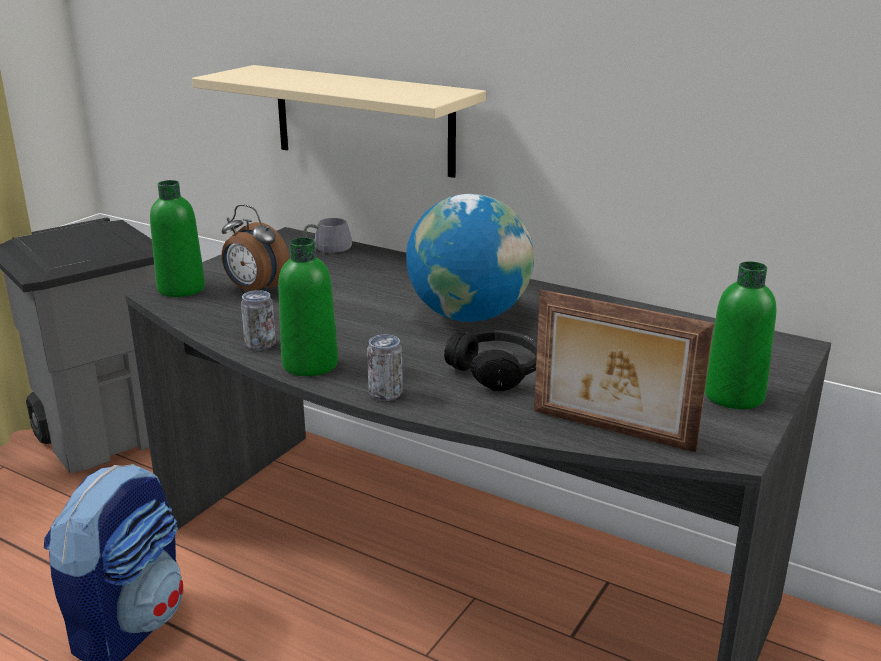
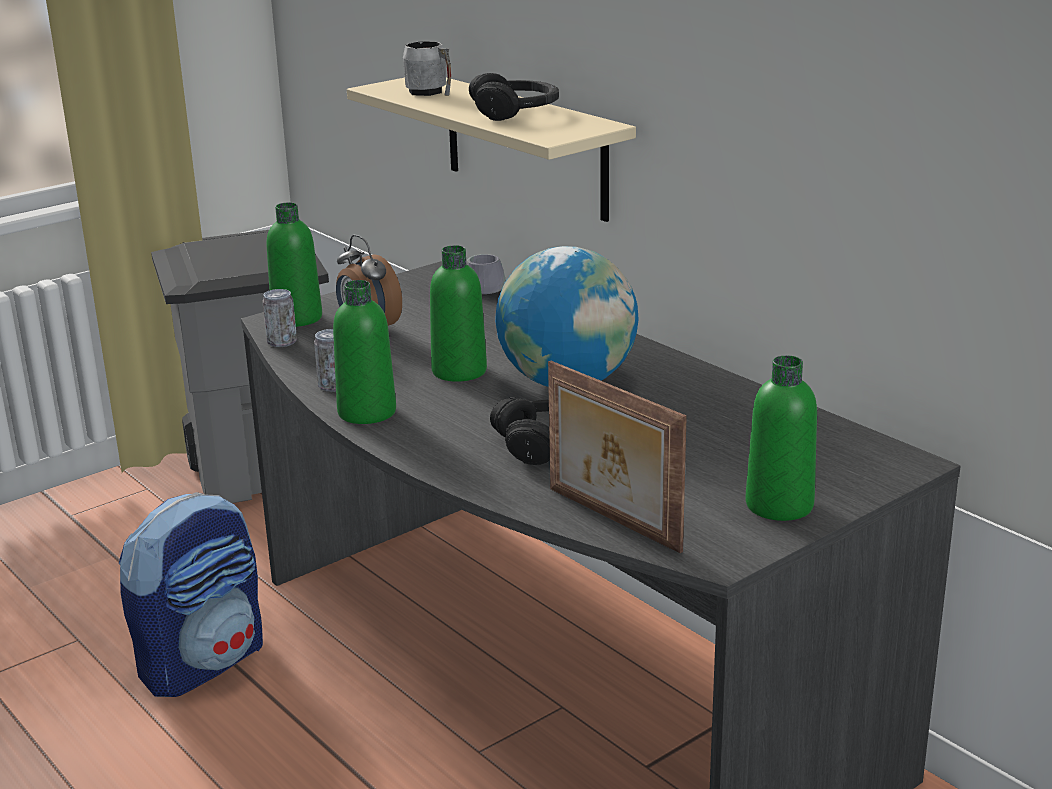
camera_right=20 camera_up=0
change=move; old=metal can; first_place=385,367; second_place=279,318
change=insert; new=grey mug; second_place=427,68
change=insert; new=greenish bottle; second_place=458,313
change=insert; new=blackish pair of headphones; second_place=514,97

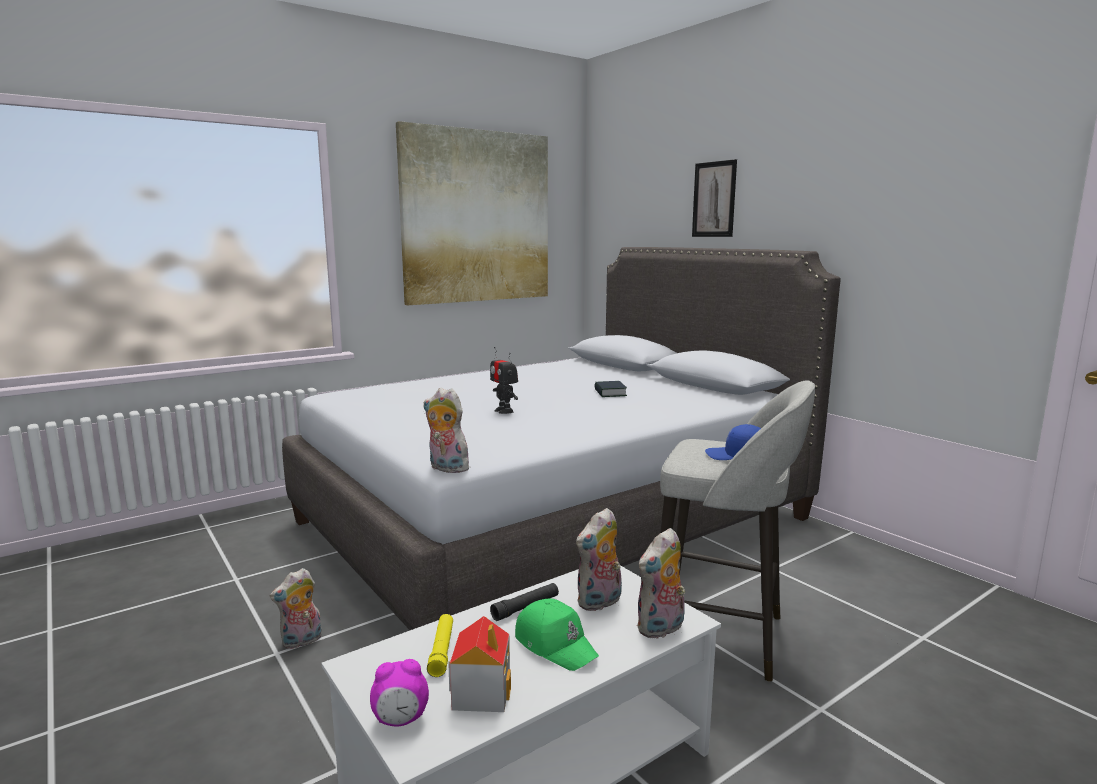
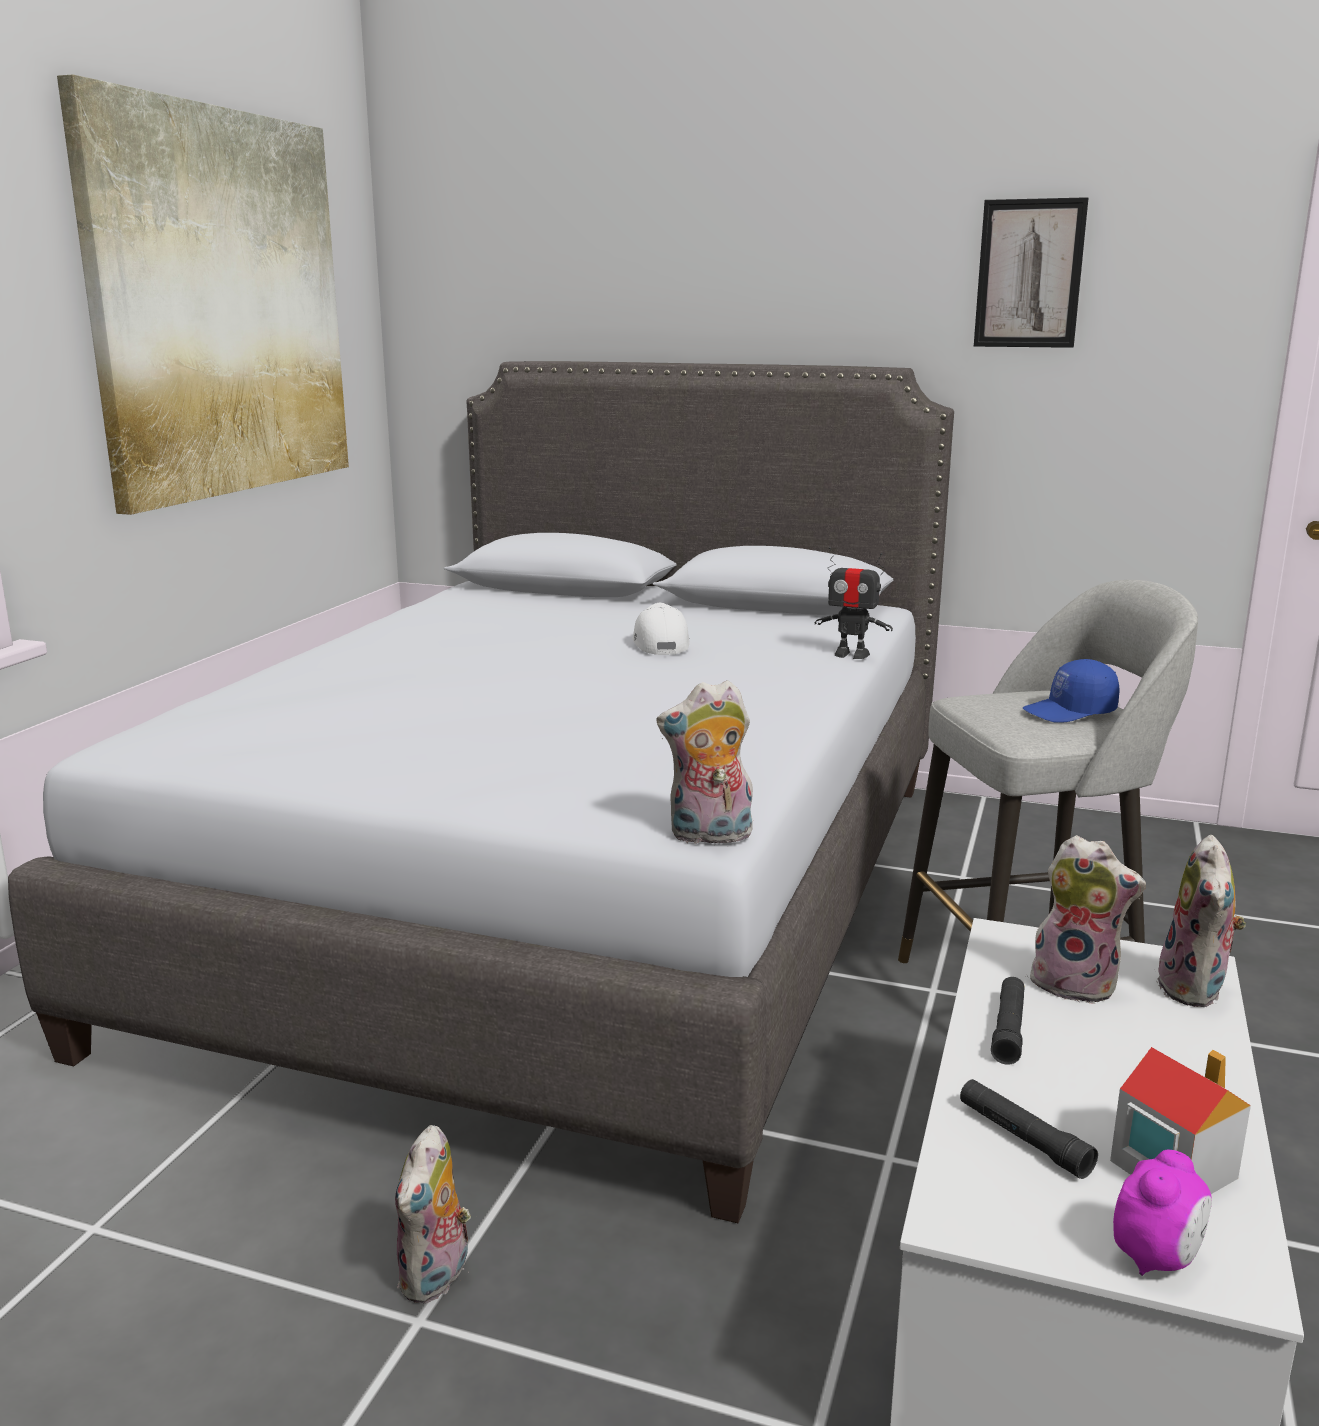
camera_right=-35 camera_up=5
change=replace; old=volume; new=white-coloured baseball cap; first_place=611,389; second_place=661,629
change=move; old=model robot; first_place=504,380; second_place=854,603
change=recolor; old=yellow-coloured flashlight; new=blackish flashlight; first_place=440,645; second_place=1029,1129
change=move; old=picture; first_place=714,198; second_place=1031,272
change=rotate; old=cuddly toy; first_place=599,560; second_place=1086,919; degrees=-75
change=delete; old=greenish baseball cap; first_place=557,635

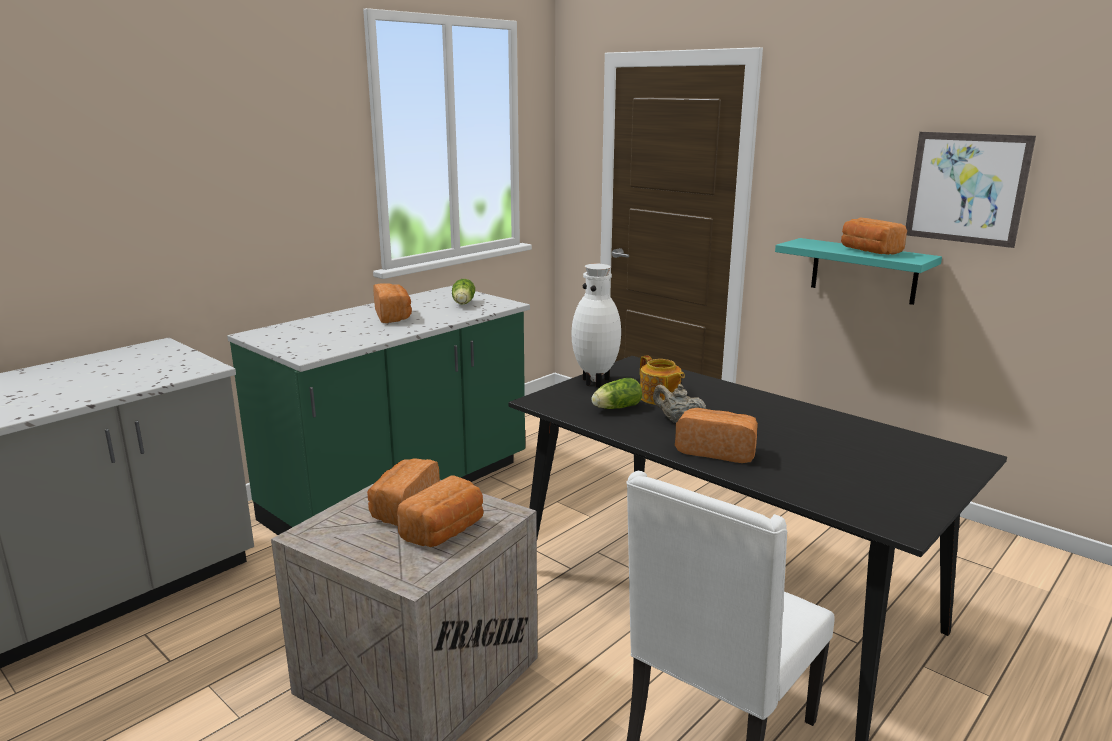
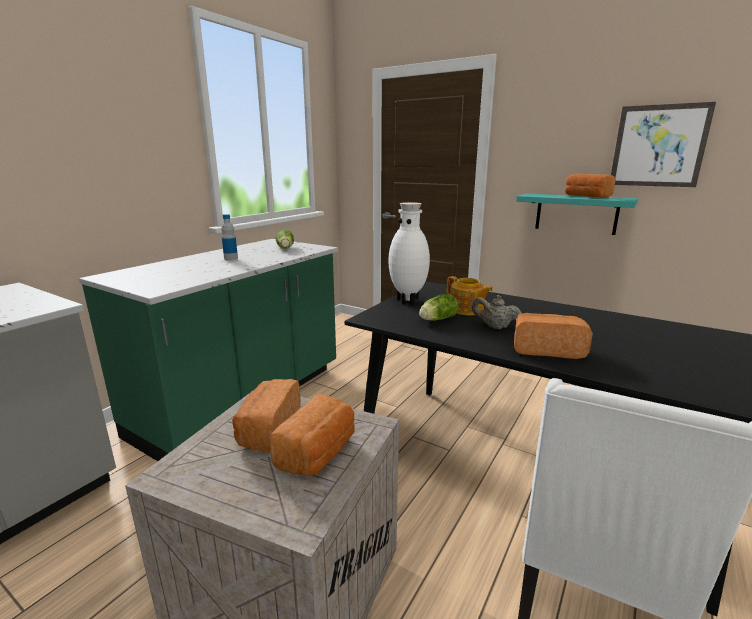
camera_right=-10 camera_up=0
change=replace; old=baked bread; new=bottle; first_place=392,303; second_place=229,237

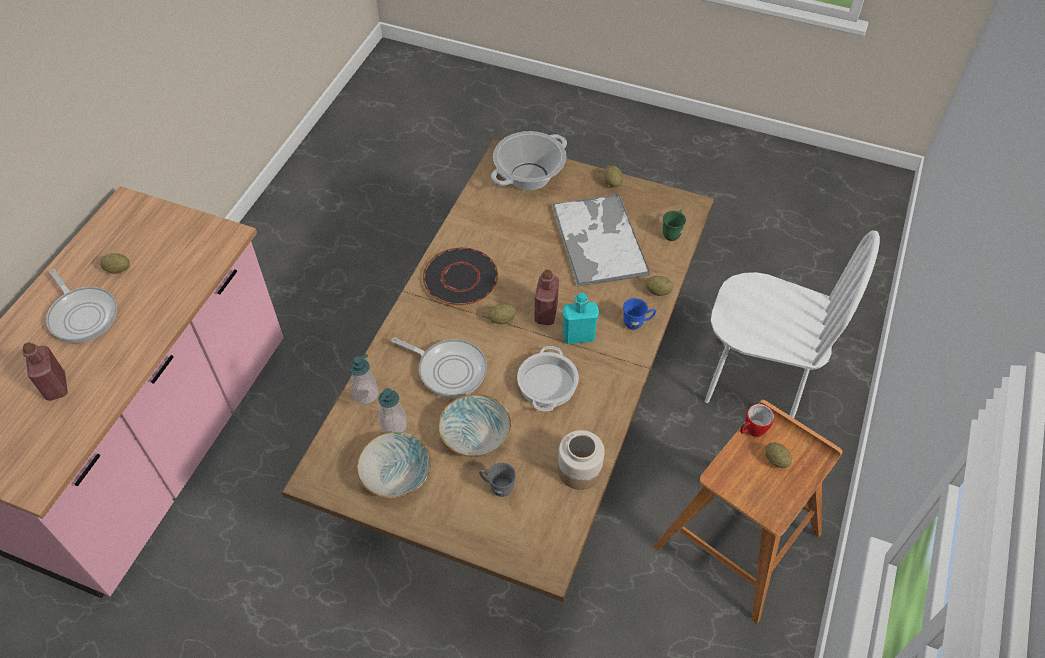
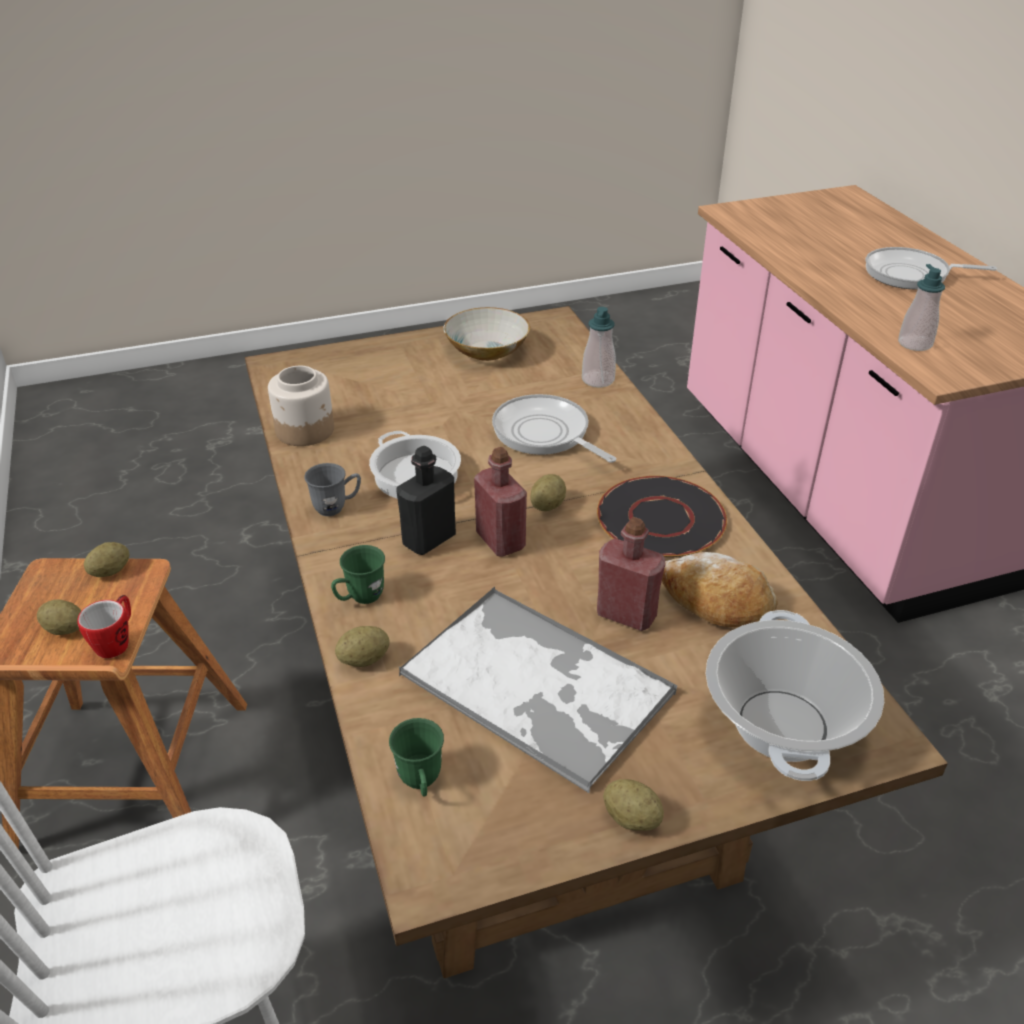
camera_right=140 camera_up=-15
change=move; old=potato; first_place=115,263; second_place=107,559
change=move; old=grey mug; first_place=497,480; second_place=332,489
change=recolor; old=blue mug; new=greenish mug; first_place=639,314; second_place=358,574
change=recolor; old=turquoise bottle; new=blackish bottle; first_place=581,318; second_place=426,500
change=rotate; old=frying pan; first_place=439,367; second_place=554,428; degrees=60
change=move; old=reddish bottle; first_place=45,371; second_place=631,574
change=insert; new=baked bread; second_place=720,590
change=move; old=liquid soap bottle; first_place=392,410; second_place=921,307
change=delete; old=serving bowl; first_place=475,425

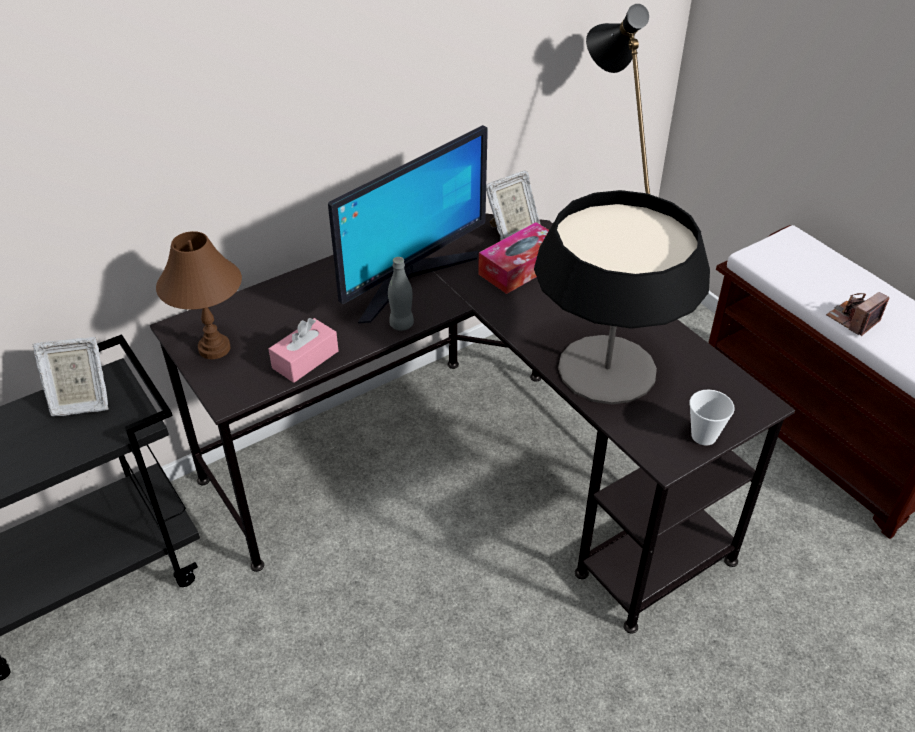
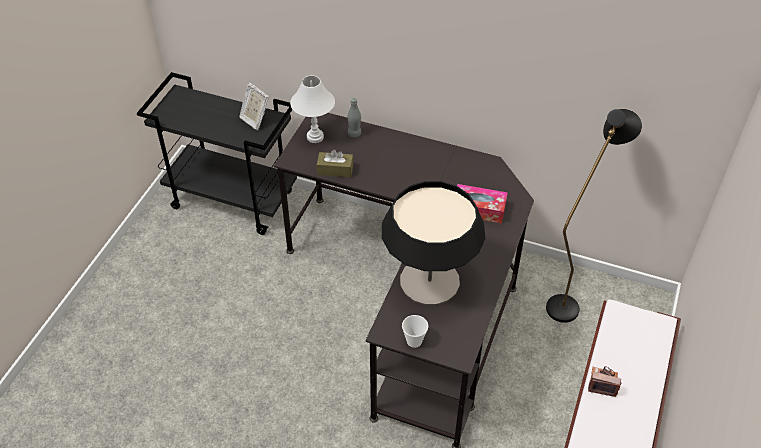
camera_right=55 camera_up=5
change=recolor; old=brownish table lamp; new=white-coloured table lamp; first_place=199,295; second_place=312,109
change=recolor; old=pinkish tissue holder; new=brownish tissue holder; first_place=304,350; second_place=335,163
change=move; old=grey bottle; first_place=401,294; second_place=354,118
change=delete; old=computer display; first_place=408,224
change=delete; old=standing frame; first_place=513,205

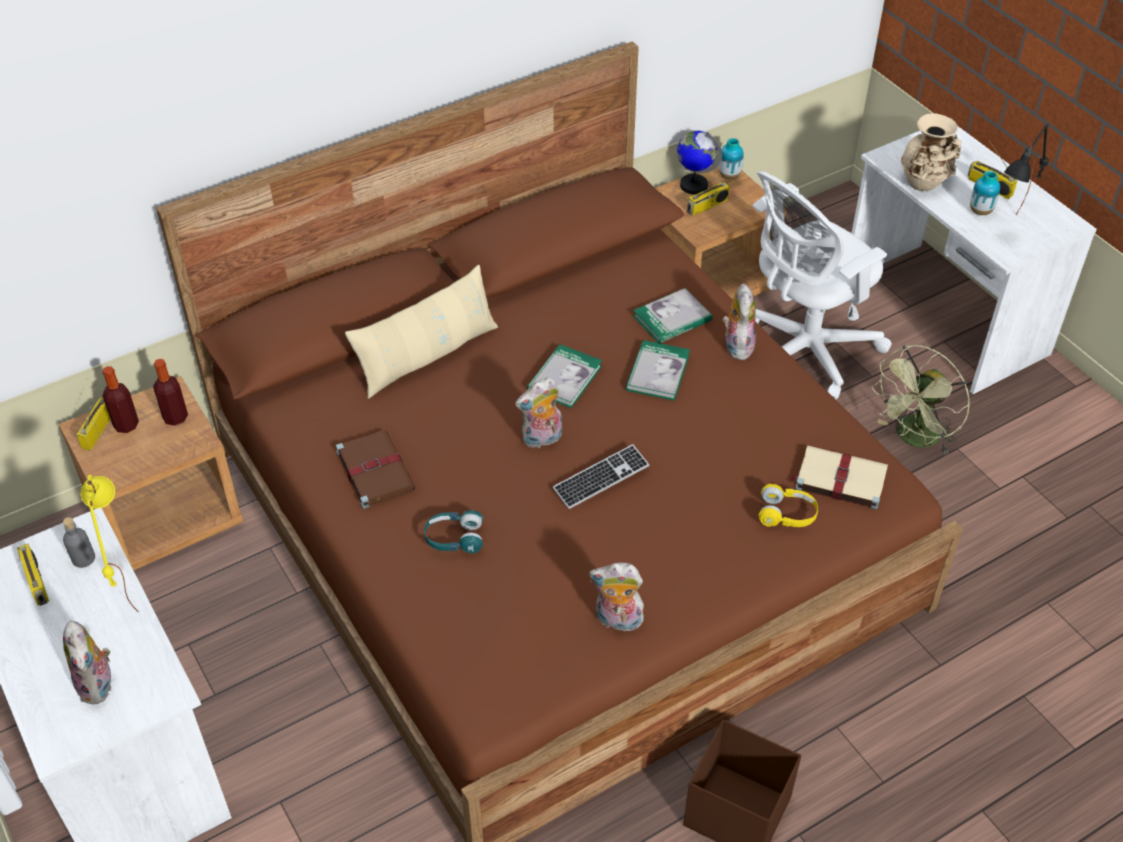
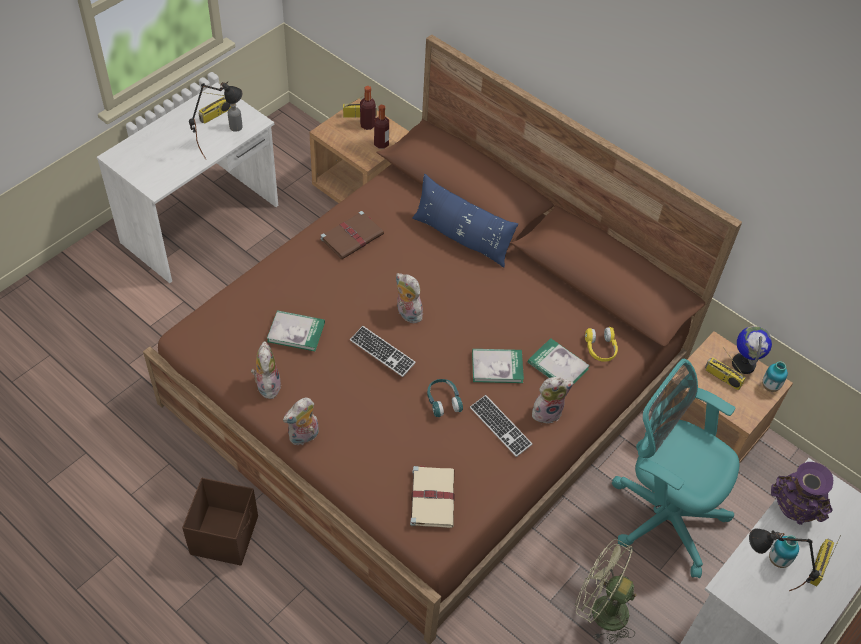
camera_right=70 camera_up=5
change=recolor; old=yellow-coloured table lamp; new=blackish table lamp; first_place=110,544; second_place=216,121
change=move; old=volume; first_place=564,376; second_place=296,330
change=move; old=cuddly toy; first_place=87,662; second_place=301,421
change=recolor; old=sand-coloured cushion; new=blue cushion; first_place=421,332; second_place=465,220
change=move; old=turquoise pair of headphones; first_place=453,532; second_place=445,398
change=insert; new=keyboard; second_place=501,426
change=move; old=yellow-coloured pair of headphones; first_place=788,505; second_place=601,344
change=recolor; old=white-coloured office chair; new=turquoise office chair; first_place=822,285; second_place=675,468
change=recolor; old=sand-coloured vase; new=purple vase; first_place=931,152; second_place=802,493

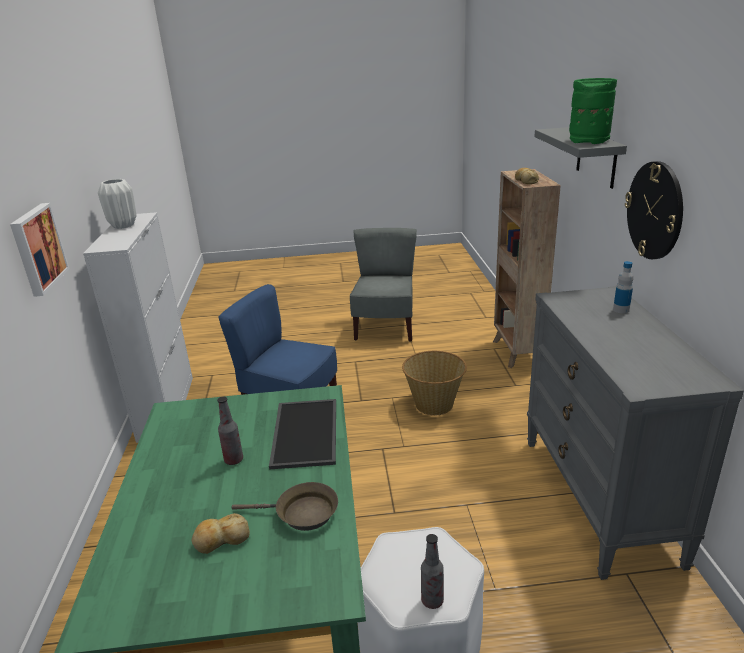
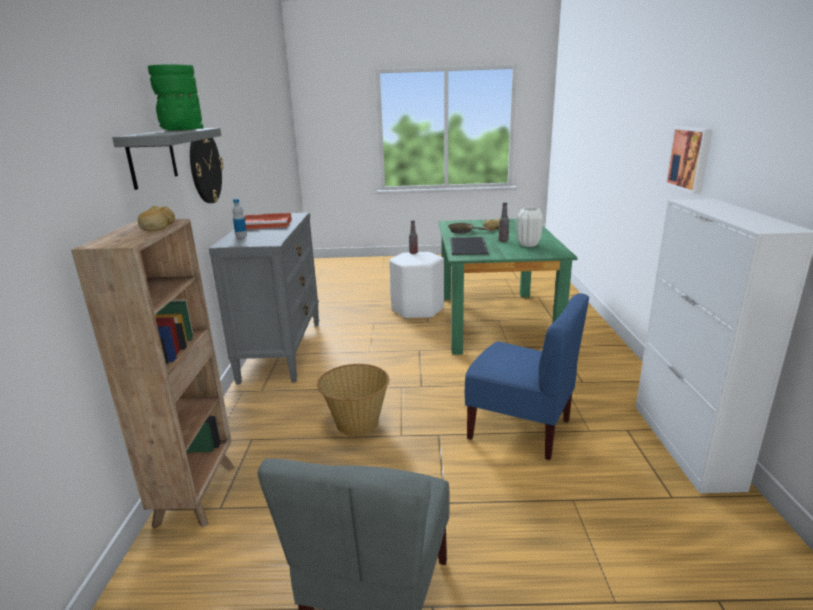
camera_right=-175 camera_up=-5
change=insert; new=reddish carrying tray; second_place=268,221
change=move; old=white-coloured vase; first_place=117,204; second_place=530,227

